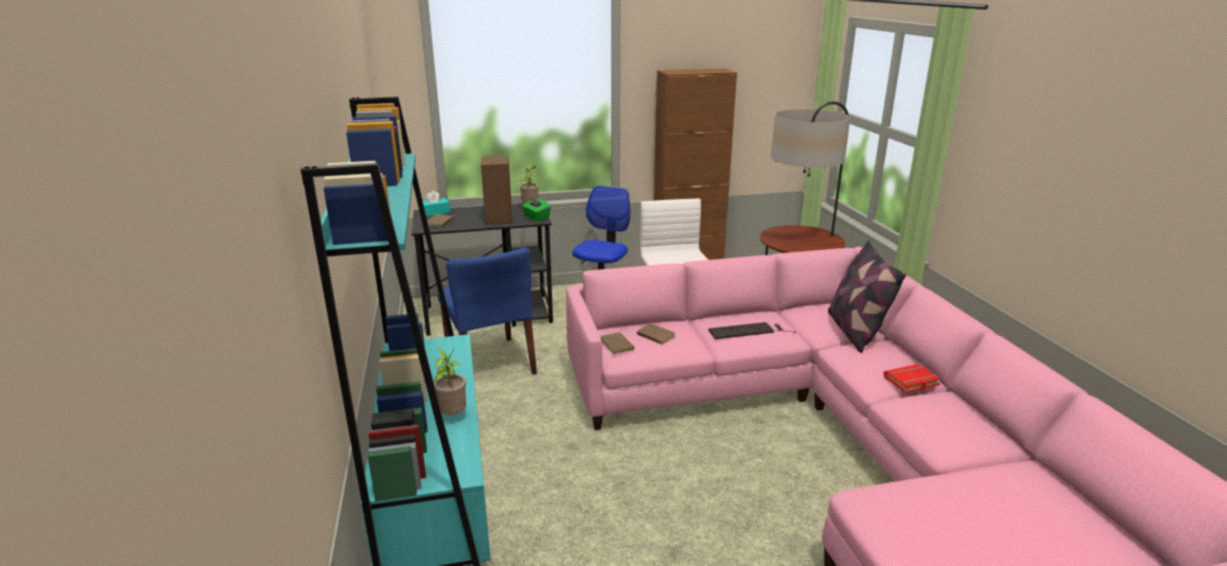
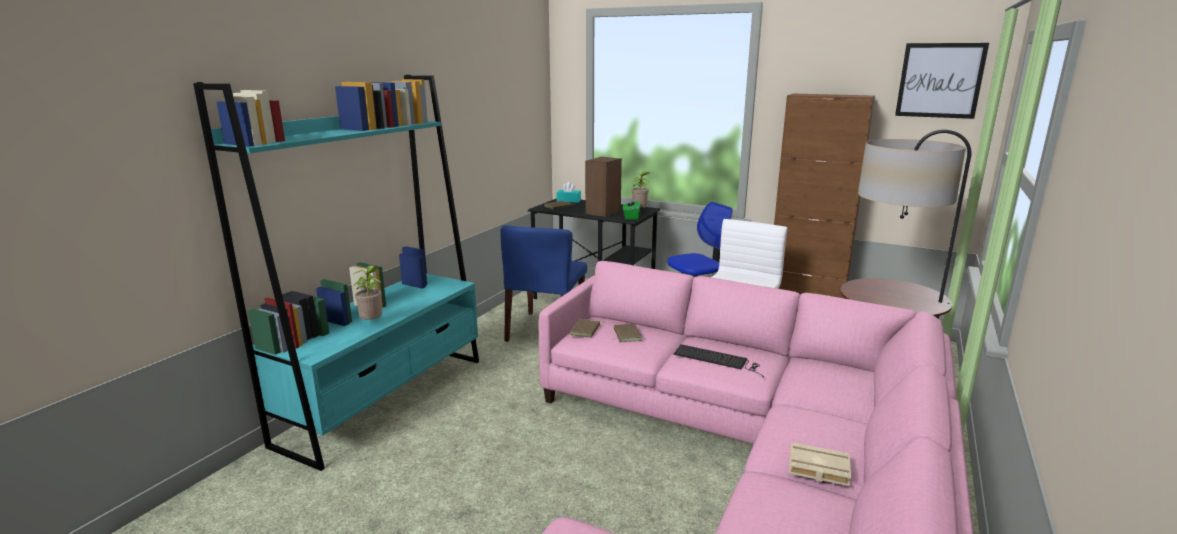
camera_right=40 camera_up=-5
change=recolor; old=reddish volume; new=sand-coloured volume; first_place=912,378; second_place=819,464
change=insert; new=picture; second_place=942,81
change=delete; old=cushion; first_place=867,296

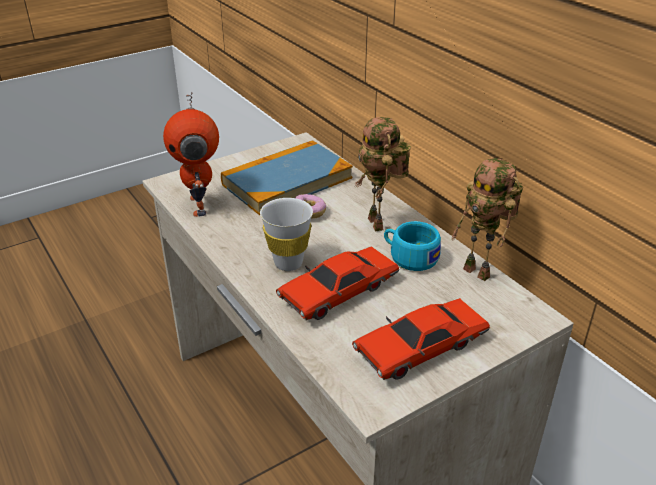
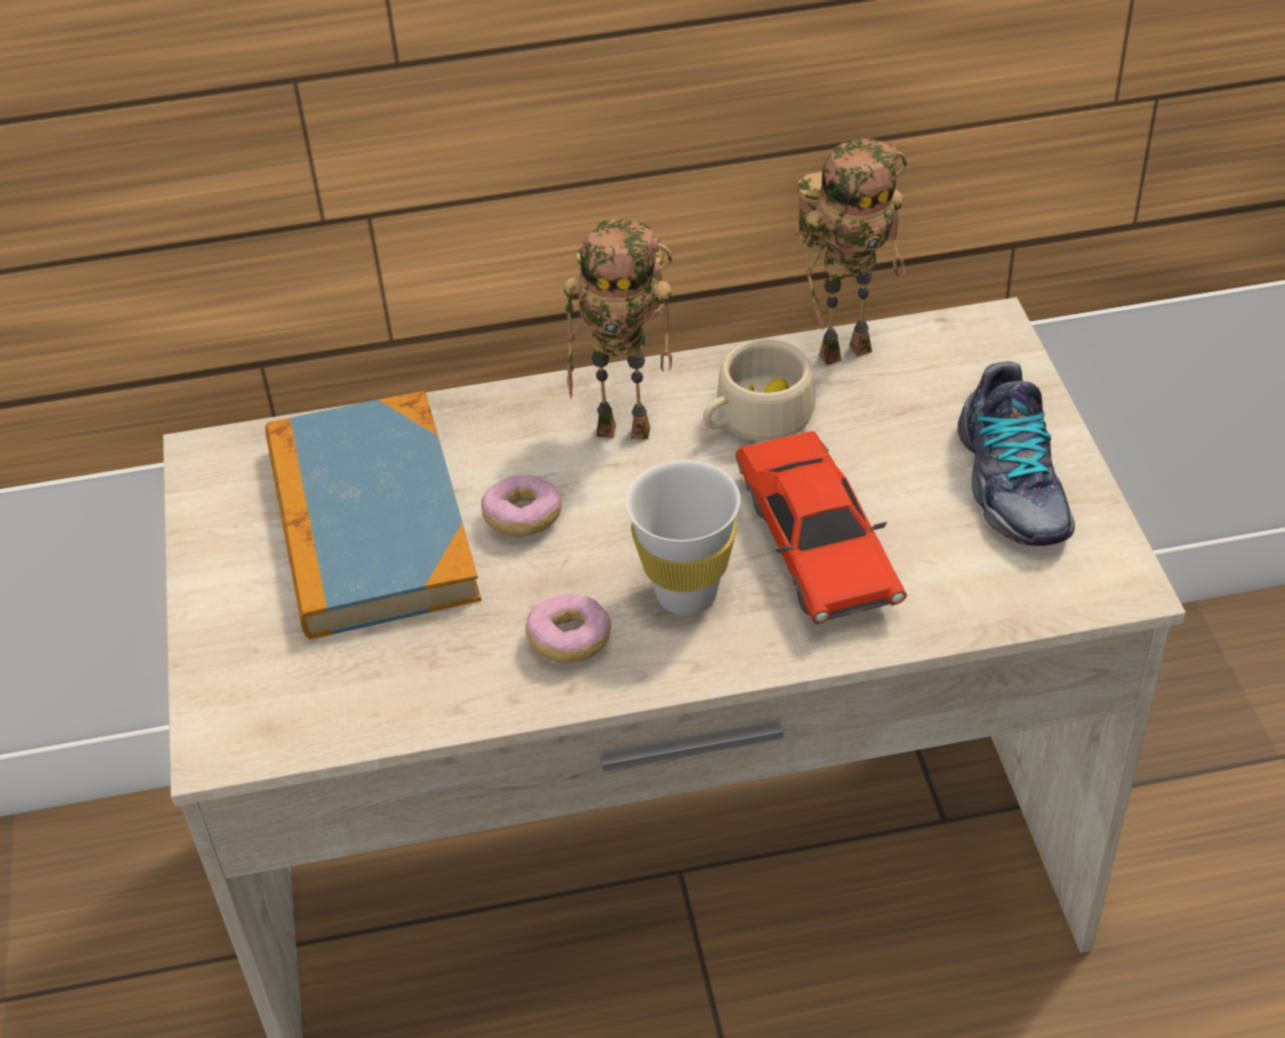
camera_right=-65 camera_up=10
change=insert; new=ring doughnut; second_place=568,628
change=recolor; old=turquoise small cup; new=sand-coloured small cup; first_place=412,246; second_place=759,390
change=replace; old=reddish miniature car; new=item of footwear; first_place=421,339; second_place=1016,453
change=delete; old=model robot; first_place=191,154

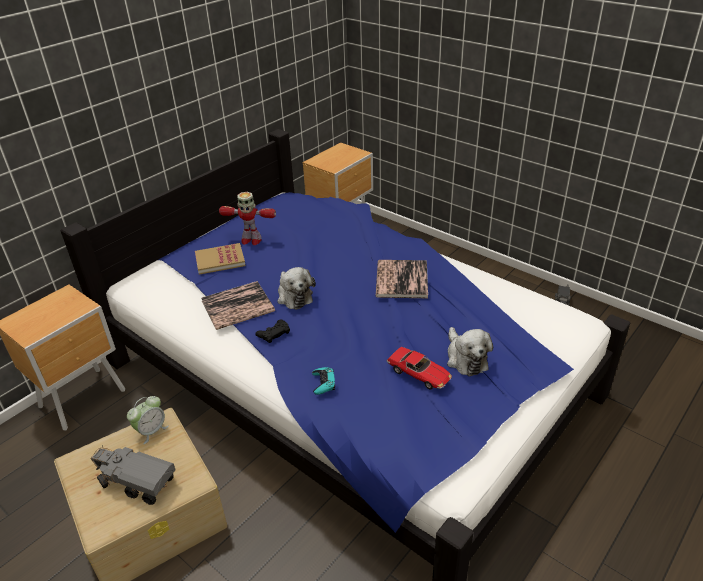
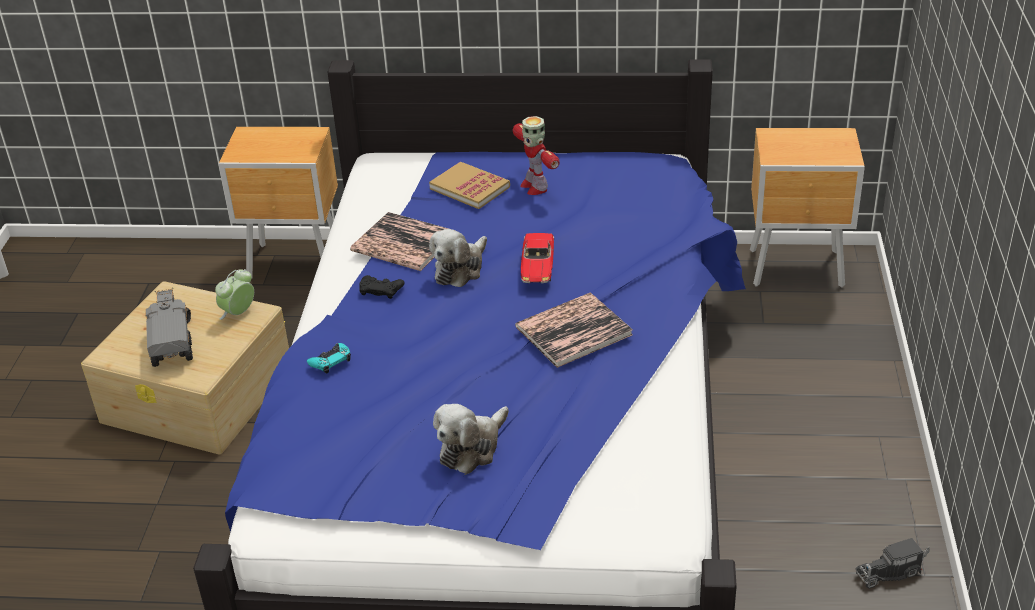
camera_right=55 camera_up=0
change=rotate; old=bedside clock; first_place=148,420; second_place=234,294; degrees=120
change=move; old=miniature car; first_place=419,368; second_place=537,258

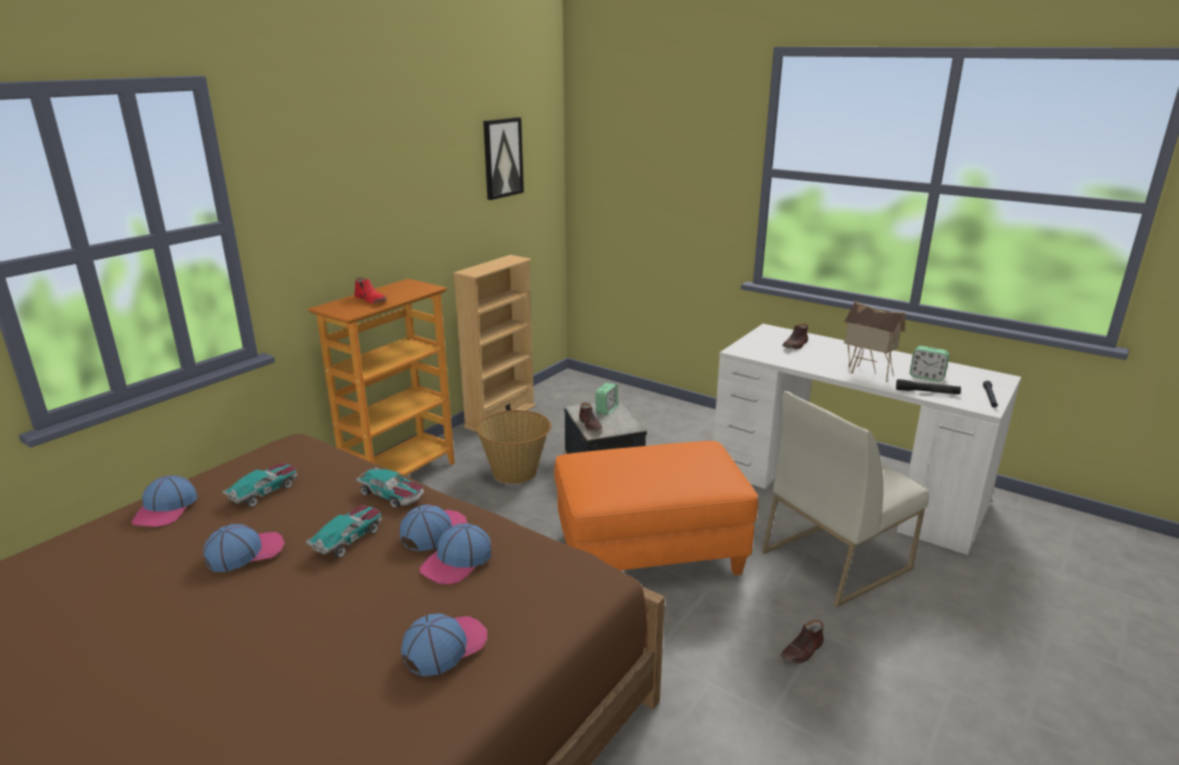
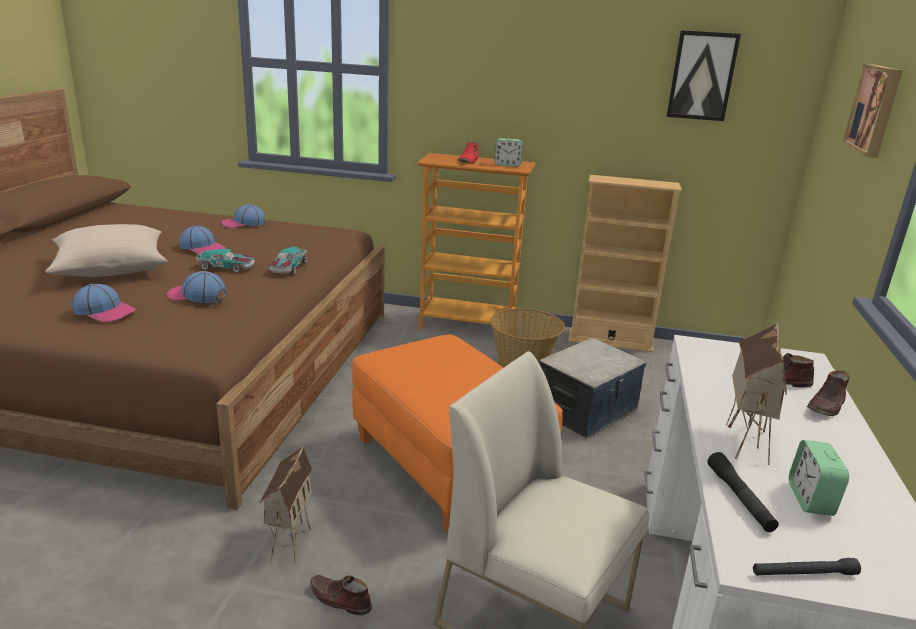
camera_right=65 camera_up=0
change=insert; new=sand-coloured cushion; second_place=106,250
change=insert; new=miniature house; second_place=285,504
change=move; old=bedside clock; first_place=606,399; second_place=508,152
change=move; old=brownish item of footwear; first_place=590,417; second_place=828,393
change=insert; new=picture; second_place=872,111
change=delete; old=miniature car; first_place=260,485
change=delete; old=baseball cap; first_place=433,528

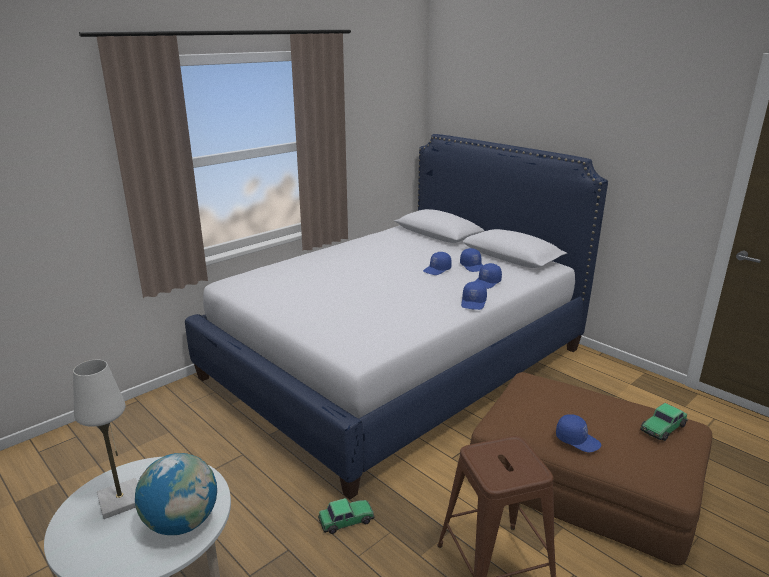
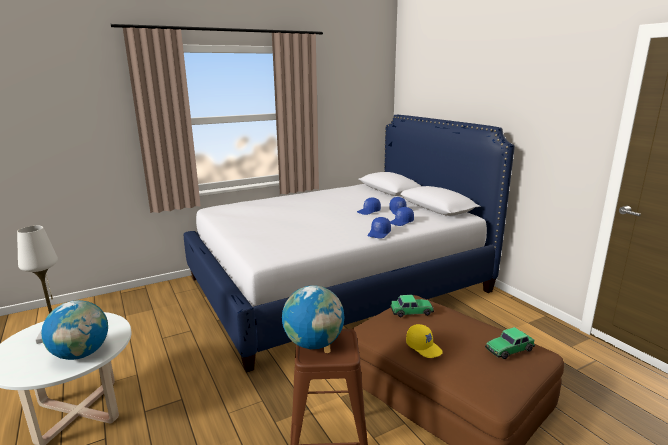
camera_right=15 camera_up=-5
change=insert; new=desk globe; second_place=313,317
change=move; old=miniature car; first_place=346,516; second_place=412,306
change=recolor; old=blue baseball cap; new=yellow-coloured baseball cap; first_place=578,433; second_place=424,341

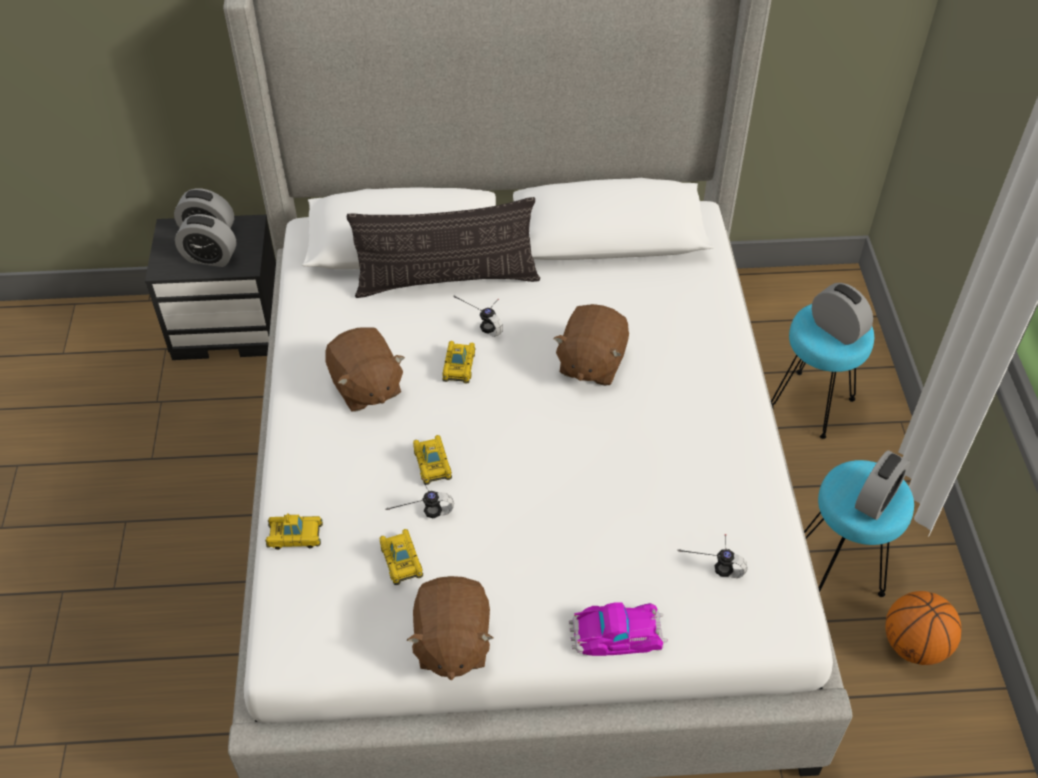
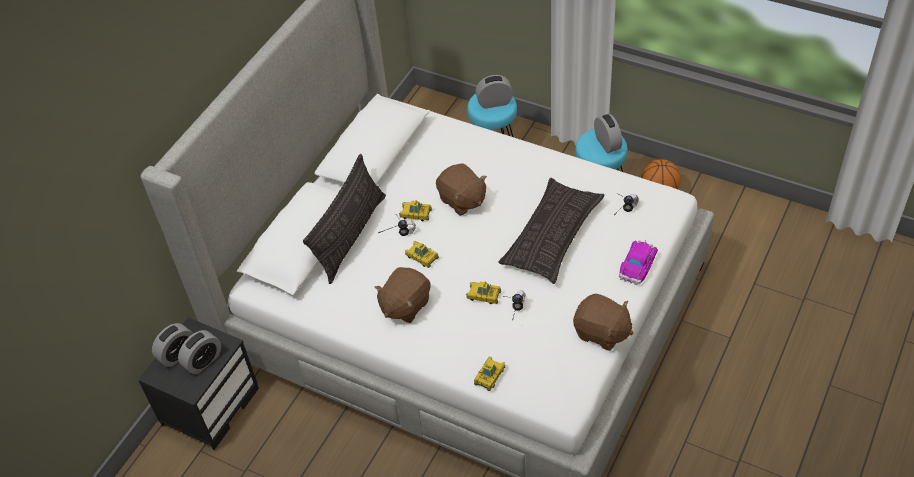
camera_right=-55 camera_up=0
change=rotate; old=brownish cuddly toy; first_place=365,370; second_place=403,295; degrees=120
change=move; old=miniature car; first_place=401,557; second_place=415,210
change=insert; new=cushion; second_place=551,231

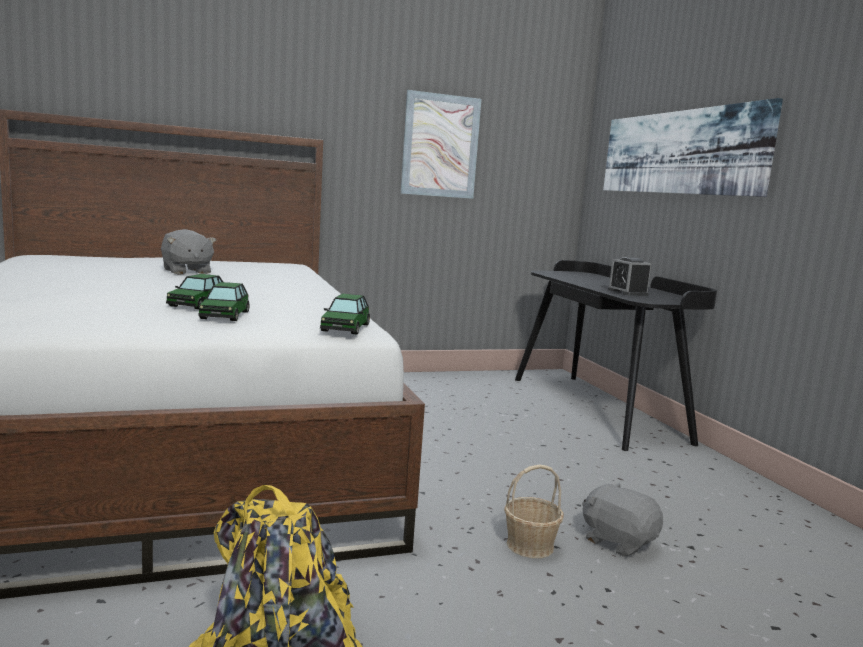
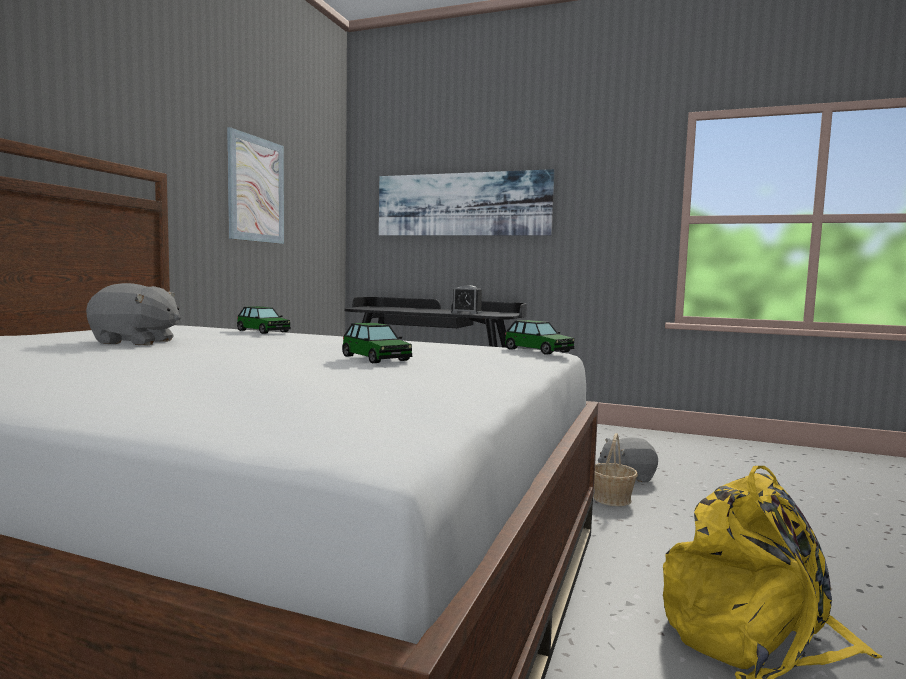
camera_right=-50 camera_up=-5
change=move; old=miniature car; first_place=223,301; second_place=264,320

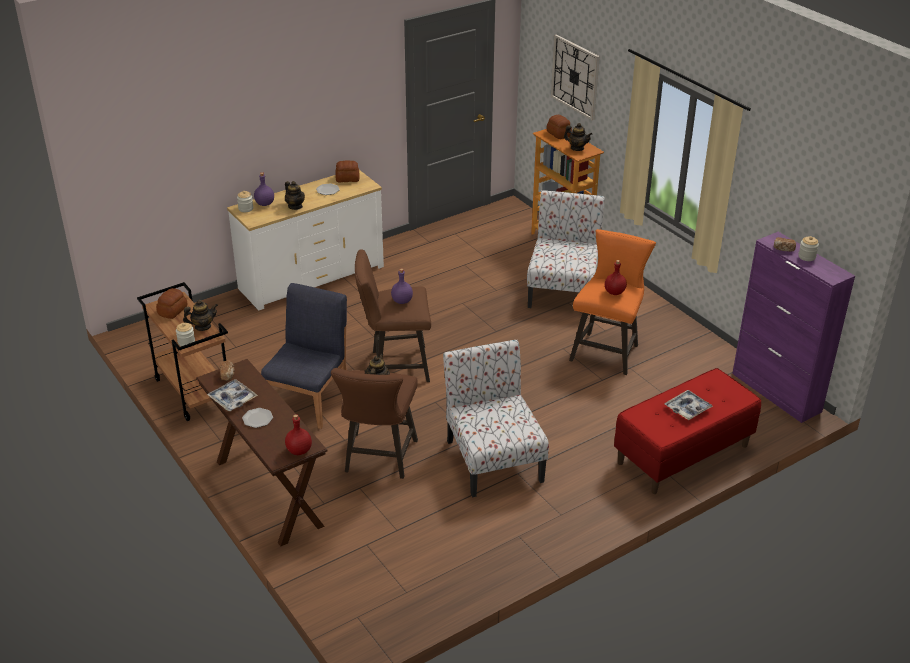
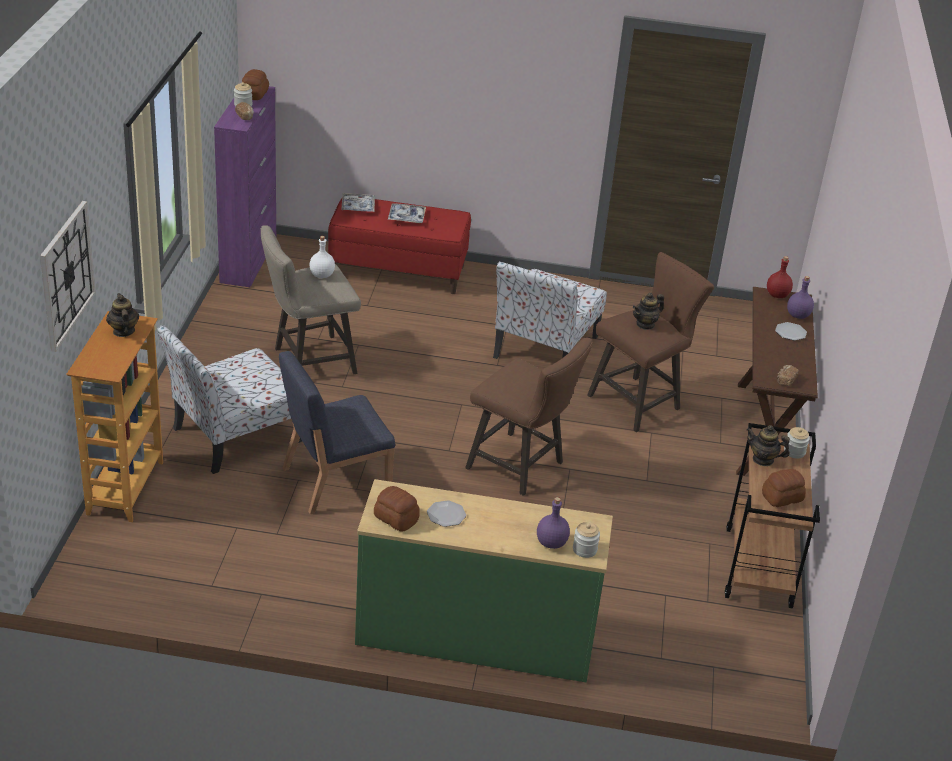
camera_right=-140 camera_up=0
change=move; old=baked bread; first_place=559,127; second_place=255,84
change=recolor; old=orangey sitting stool; new=sand-coloured sitting stool; first_place=612,302; second_place=311,299
change=move; old=blue plain chair; first_place=304,356; second_place=337,432
change=recolor; old=reddish bottle; new=white-coloured bottle; first_place=616,277; second_place=322,257
change=move; old=carrying tray; first_place=232,395; second_place=358,202
change=recolor; old=white-coloured dresser; new=greenish dresser; first_place=305,240; second_place=484,580
change=move; old=purple bottle; first_place=402,286; second_place=800,297
change=delete; old=tea pot; first_place=295,195

